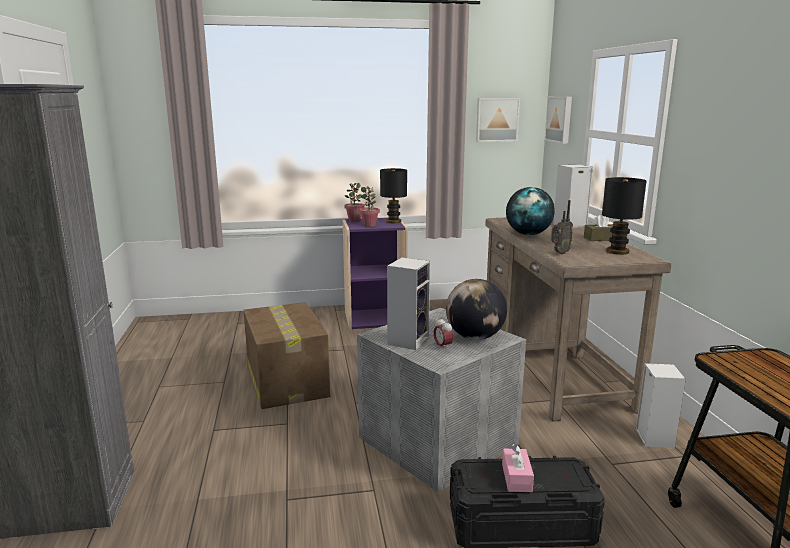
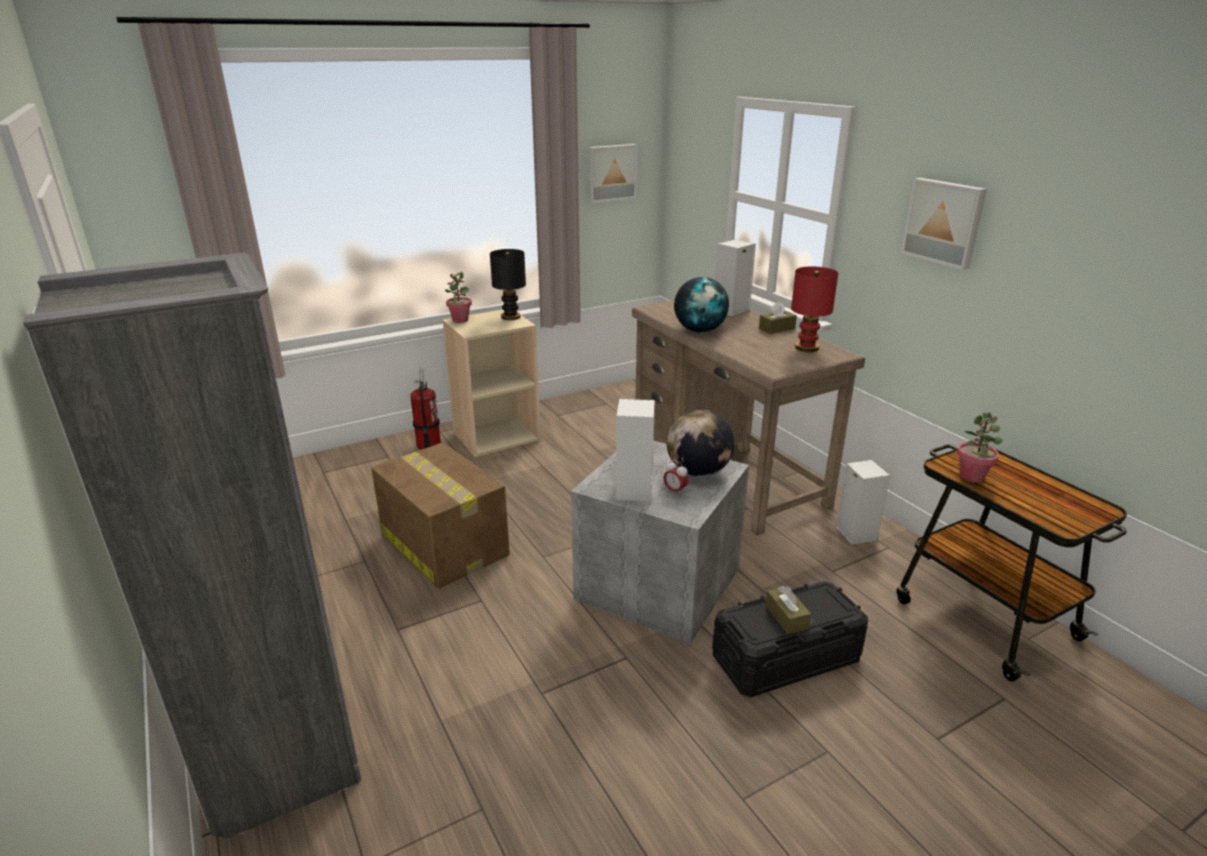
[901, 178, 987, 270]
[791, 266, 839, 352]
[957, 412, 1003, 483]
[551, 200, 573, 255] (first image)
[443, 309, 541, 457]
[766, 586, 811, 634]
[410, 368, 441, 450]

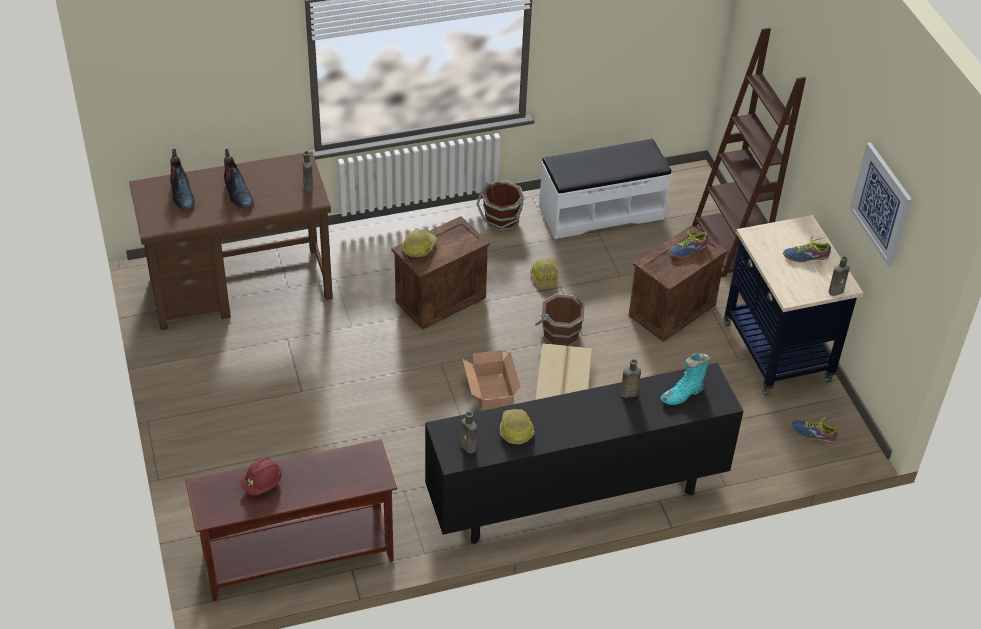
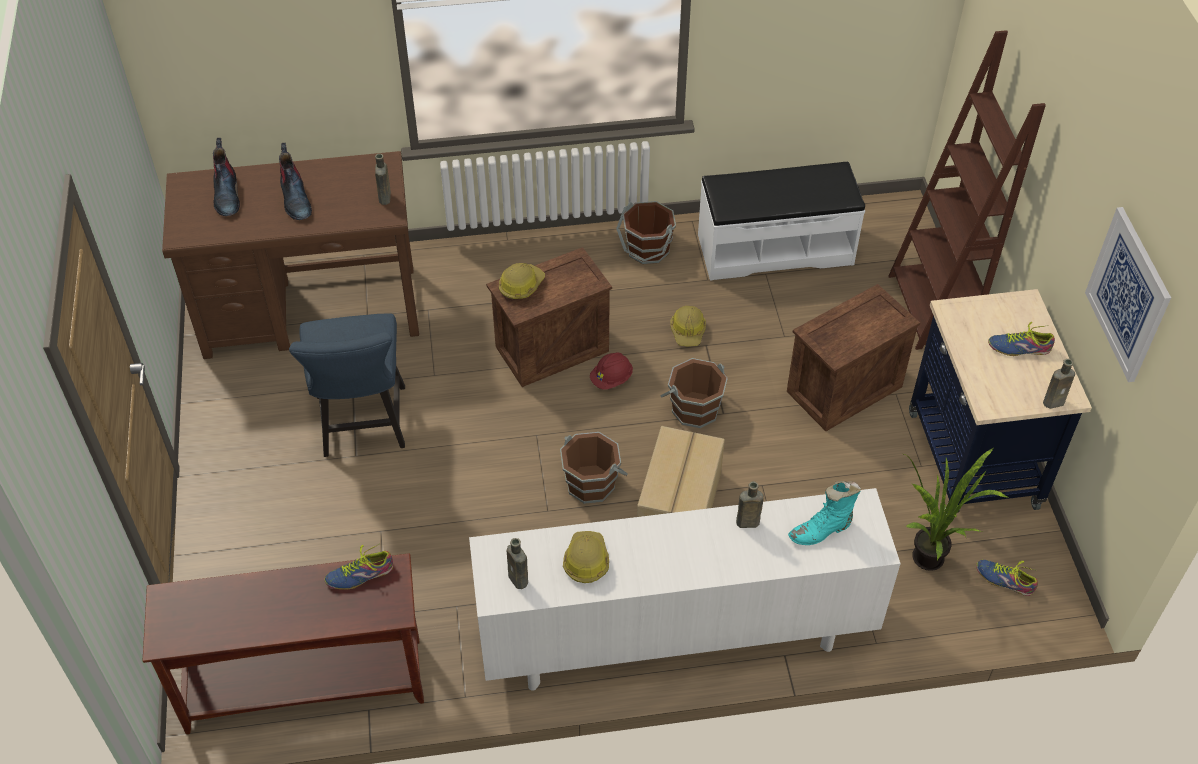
[325, 543, 393, 590]
[560, 432, 628, 504]
[469, 488, 901, 691]
[590, 353, 633, 390]
[289, 313, 405, 457]
[904, 448, 1008, 571]

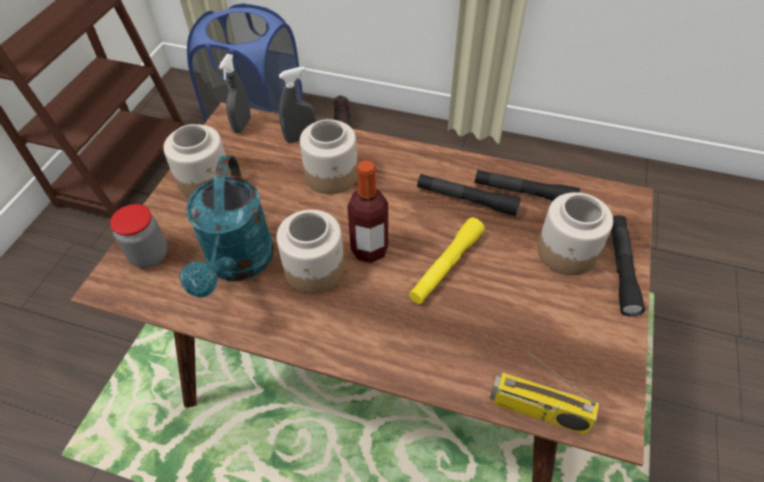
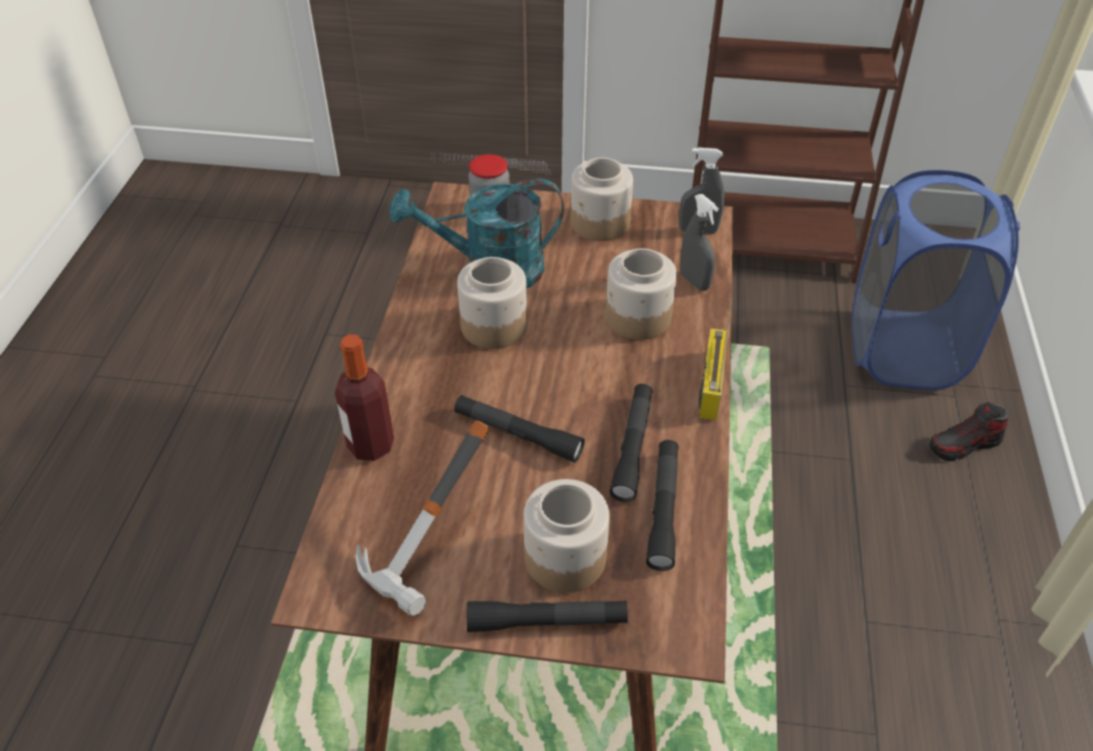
[335, 334, 394, 461]
[454, 395, 585, 463]
[699, 298, 732, 421]
[356, 420, 489, 616]

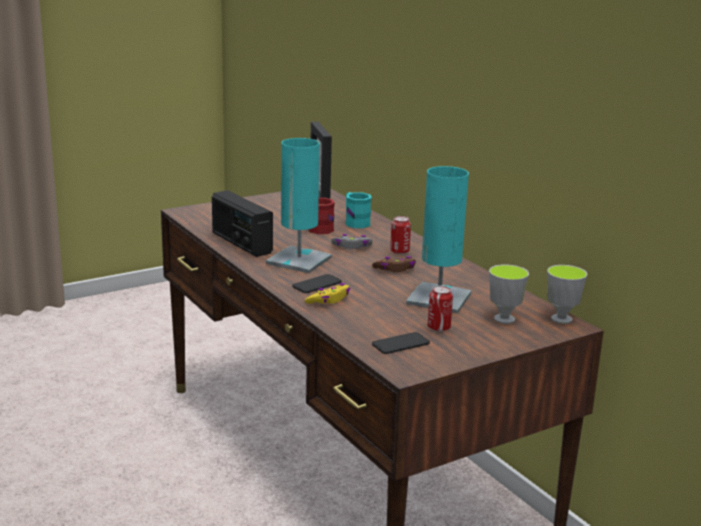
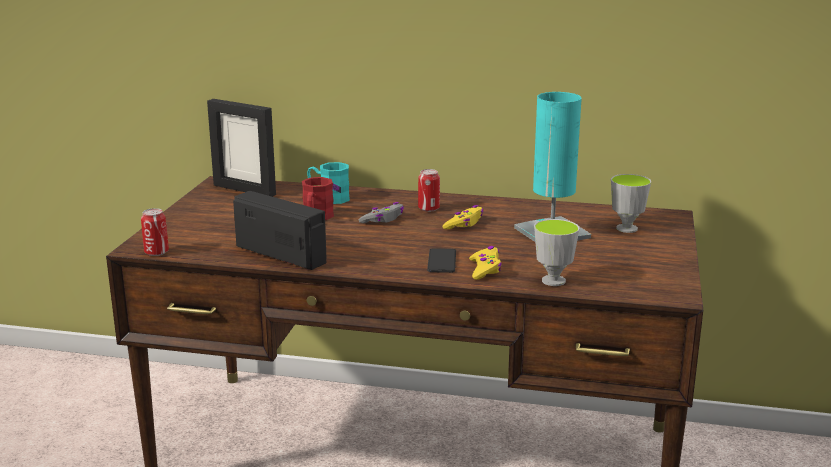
[266, 138, 332, 273] (first image)
[233, 191, 326, 270]
[442, 205, 483, 229]
[534, 219, 580, 286]
[141, 208, 169, 256]
[372, 332, 430, 354] (first image)

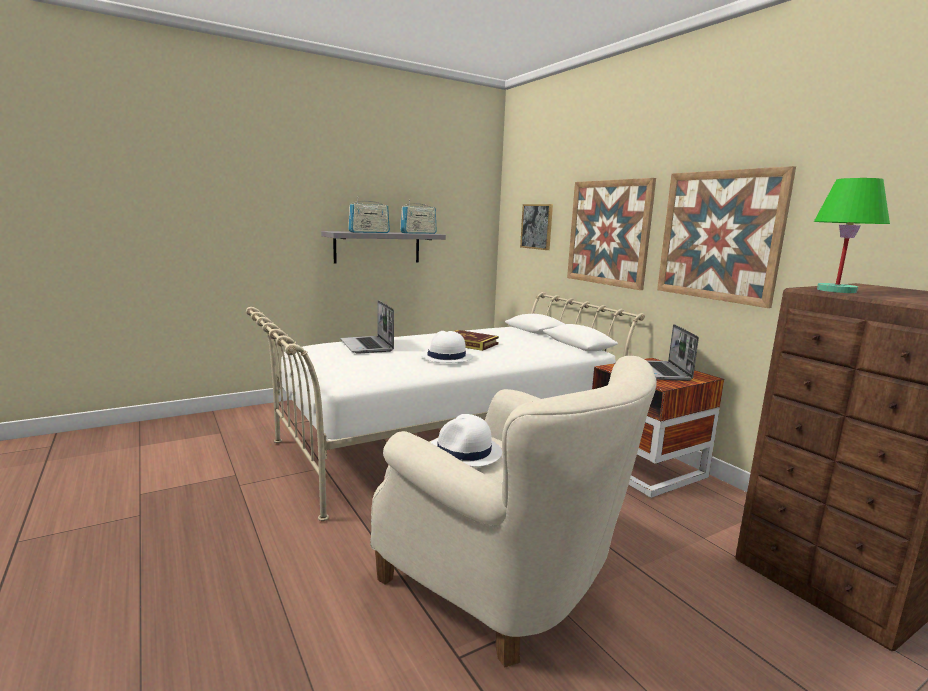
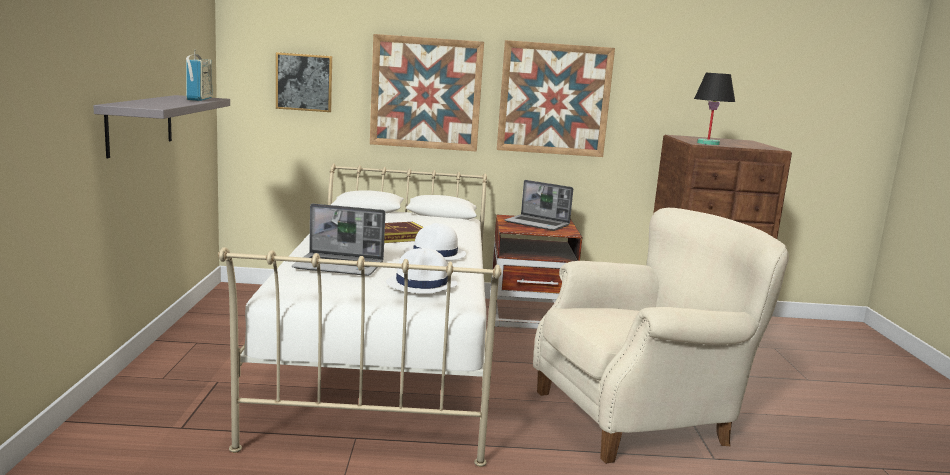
[694, 73, 735, 145]
[348, 197, 390, 233] (first image)
[386, 248, 457, 293]

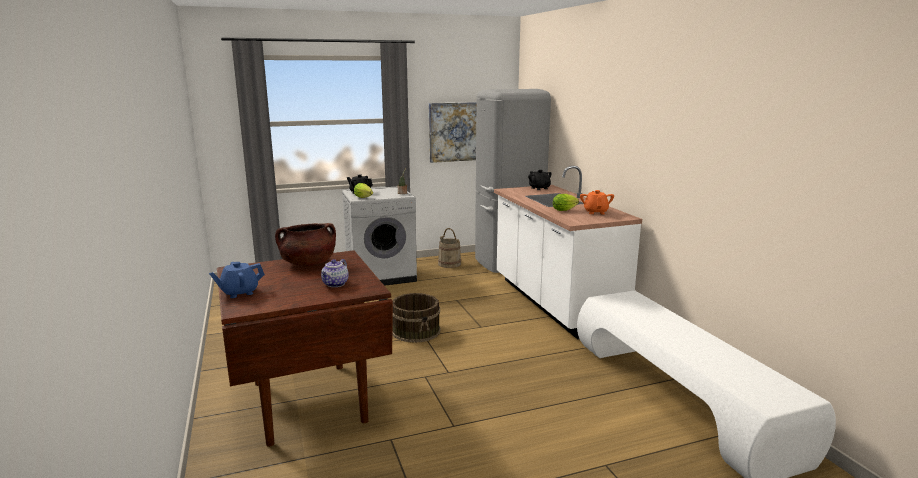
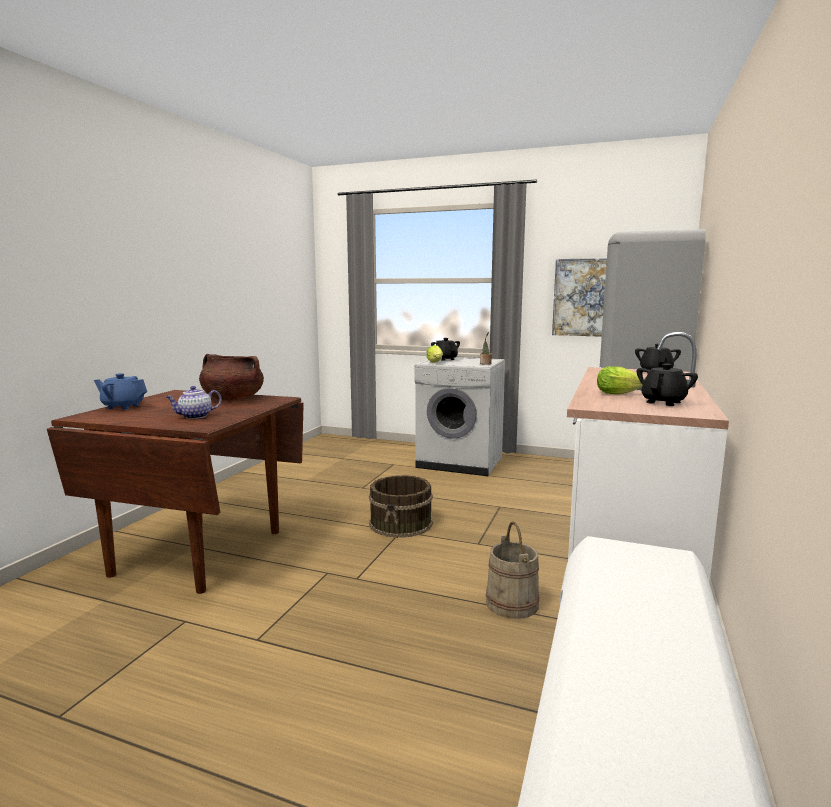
[637, 364, 698, 406]
[486, 521, 540, 619]

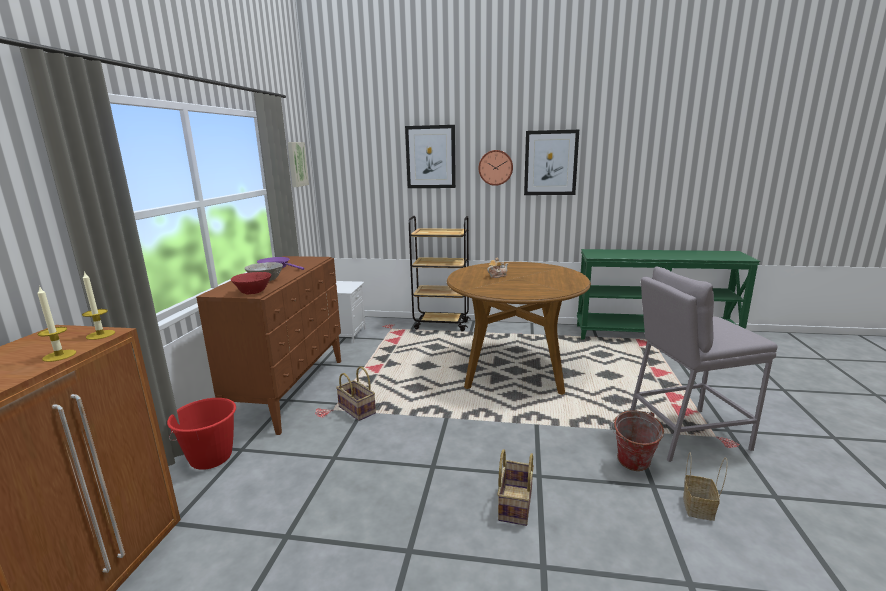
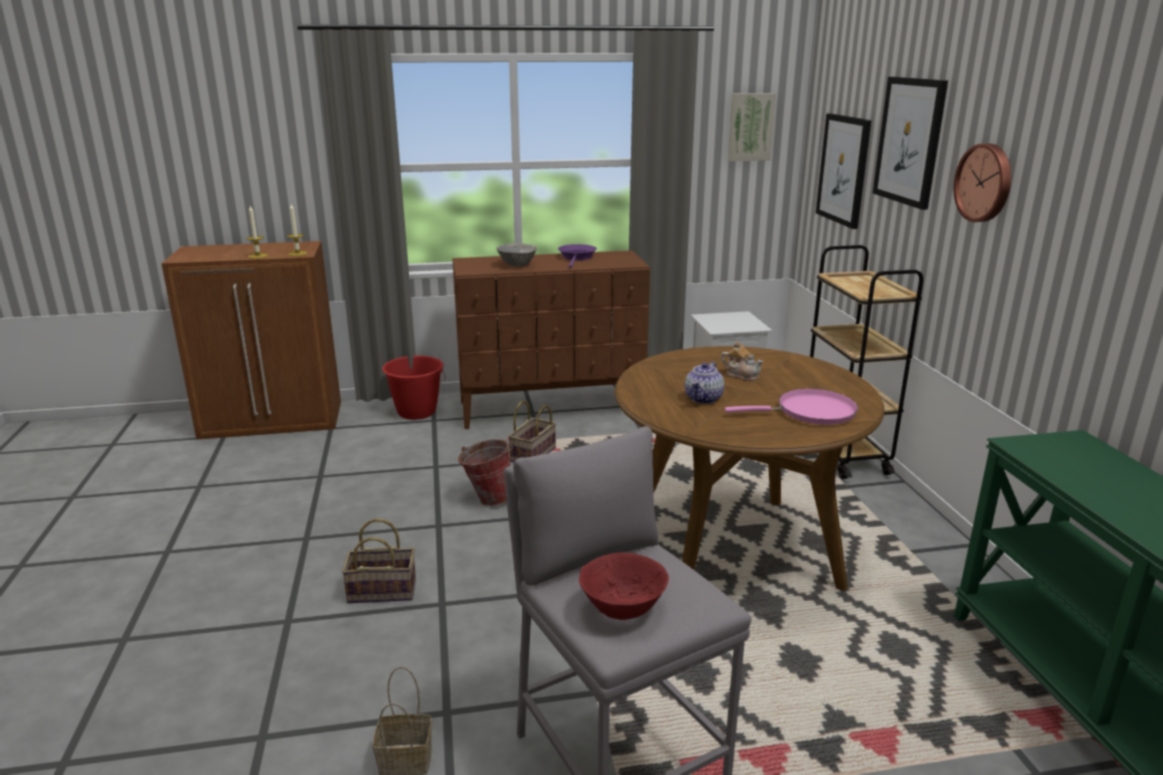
[816, 113, 872, 229]
[579, 552, 669, 620]
[458, 439, 513, 506]
[685, 362, 724, 404]
[725, 389, 858, 425]

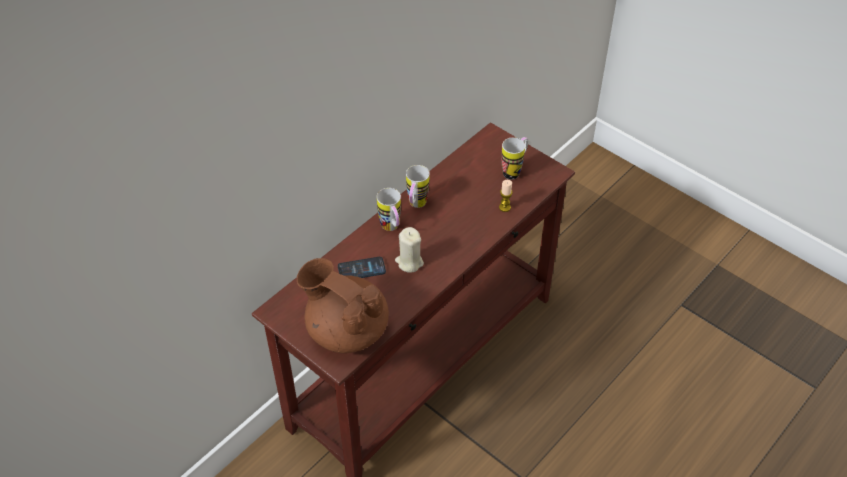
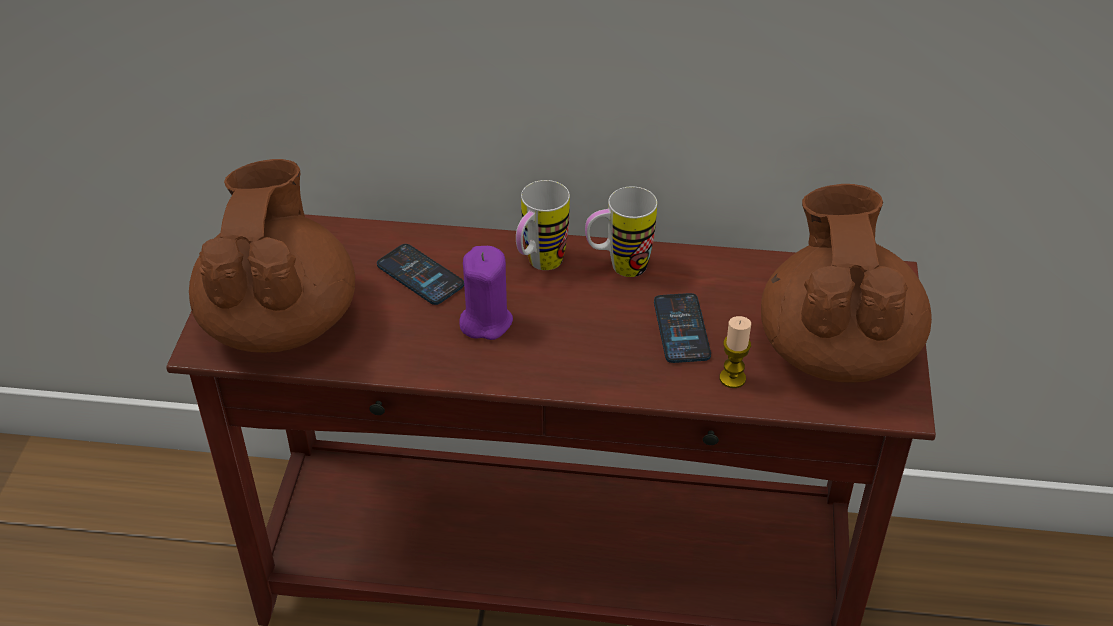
[761, 184, 932, 383]
[459, 246, 513, 340]
[654, 293, 711, 363]

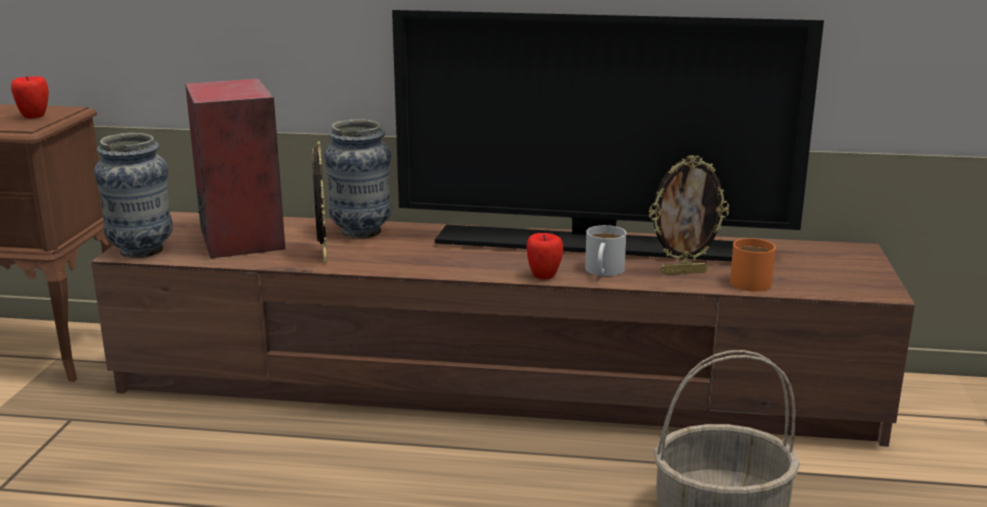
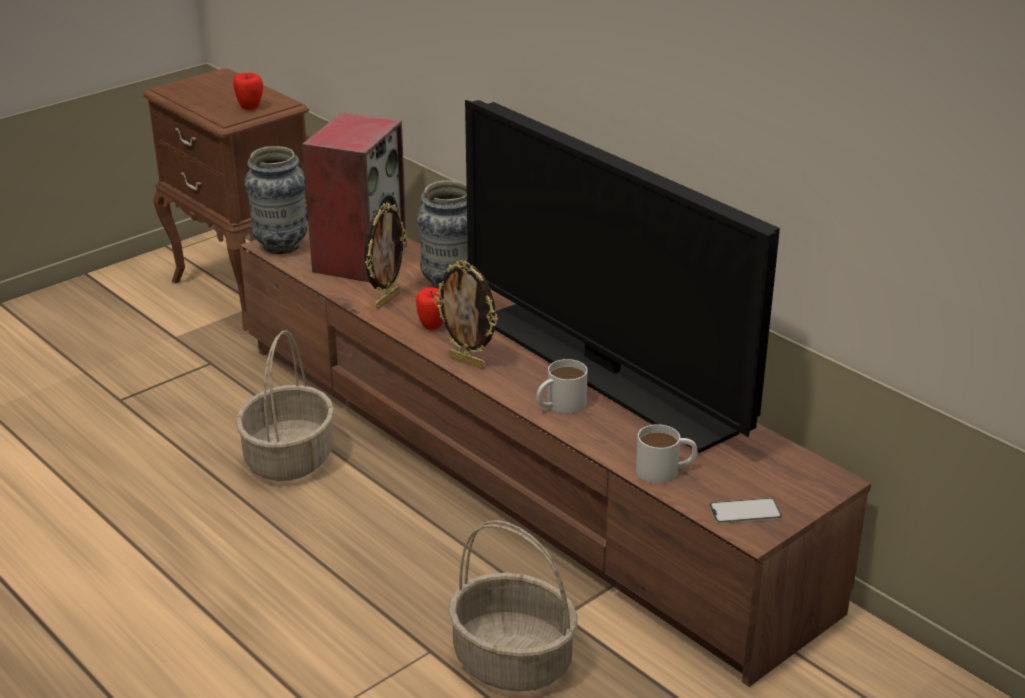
[434, 260, 498, 369]
[416, 287, 443, 330]
[636, 424, 698, 483]
[236, 331, 334, 481]
[709, 498, 782, 524]

